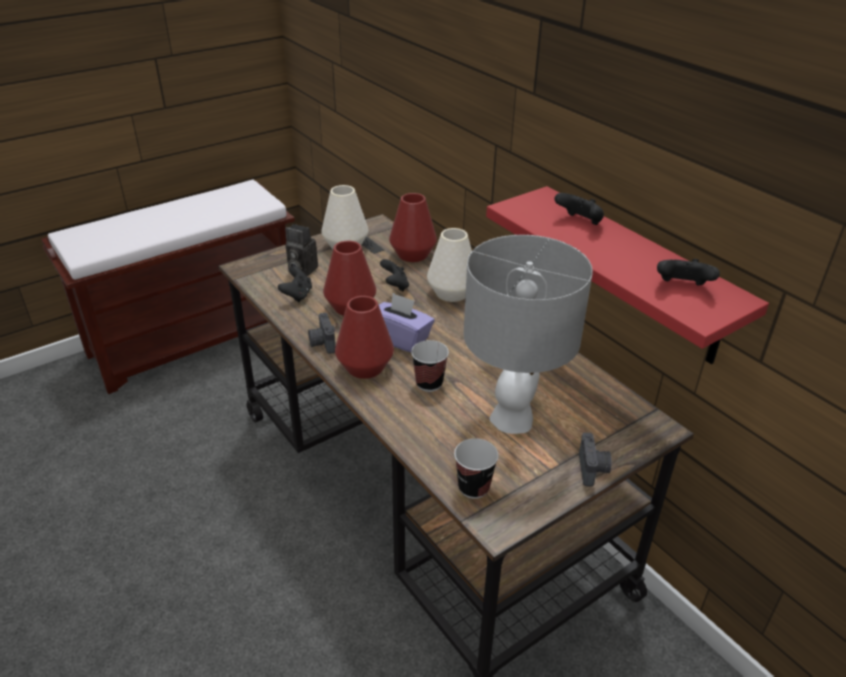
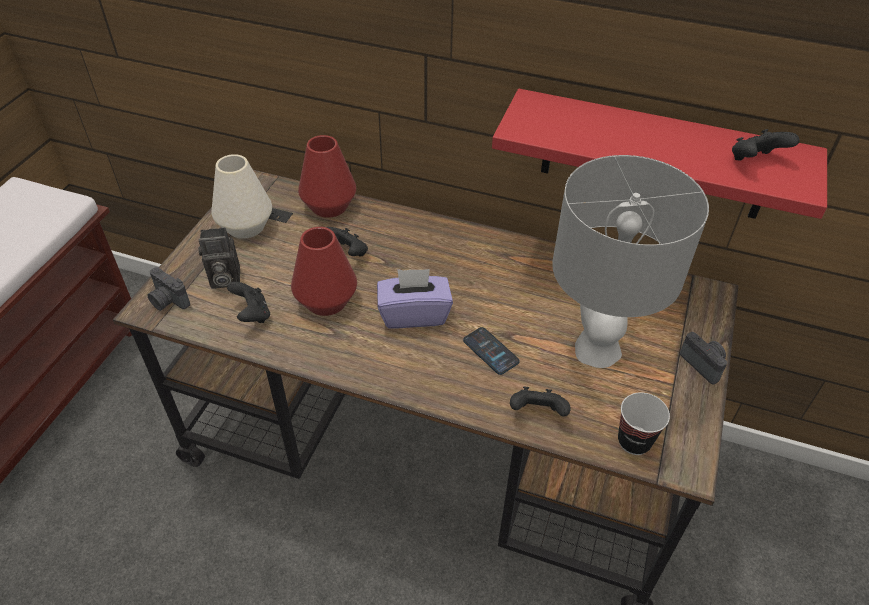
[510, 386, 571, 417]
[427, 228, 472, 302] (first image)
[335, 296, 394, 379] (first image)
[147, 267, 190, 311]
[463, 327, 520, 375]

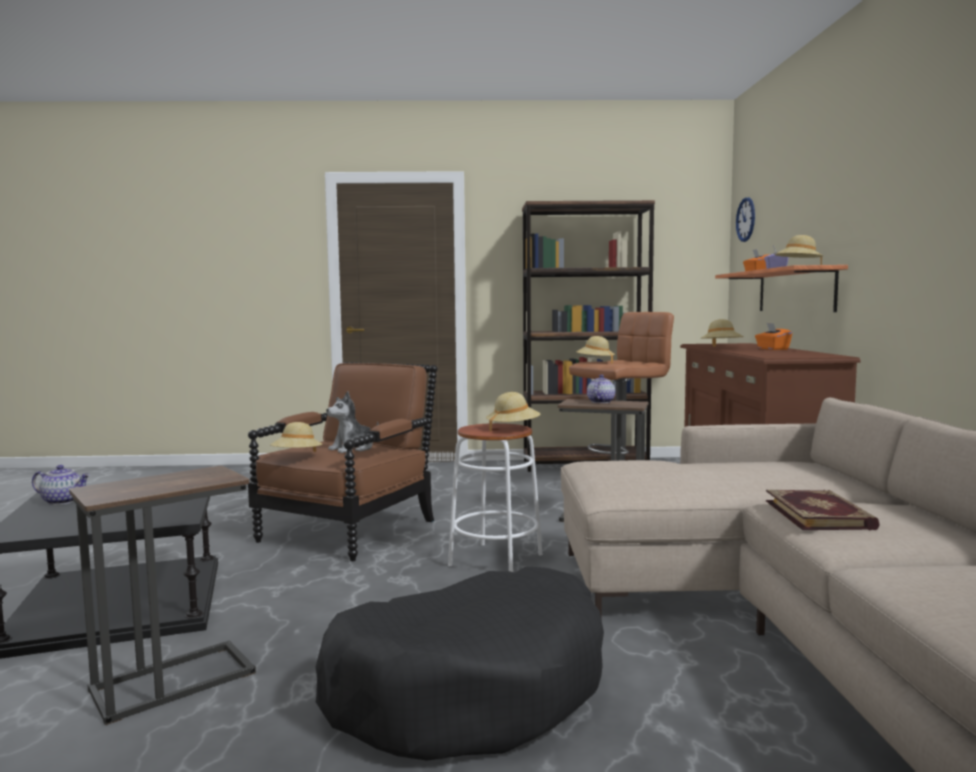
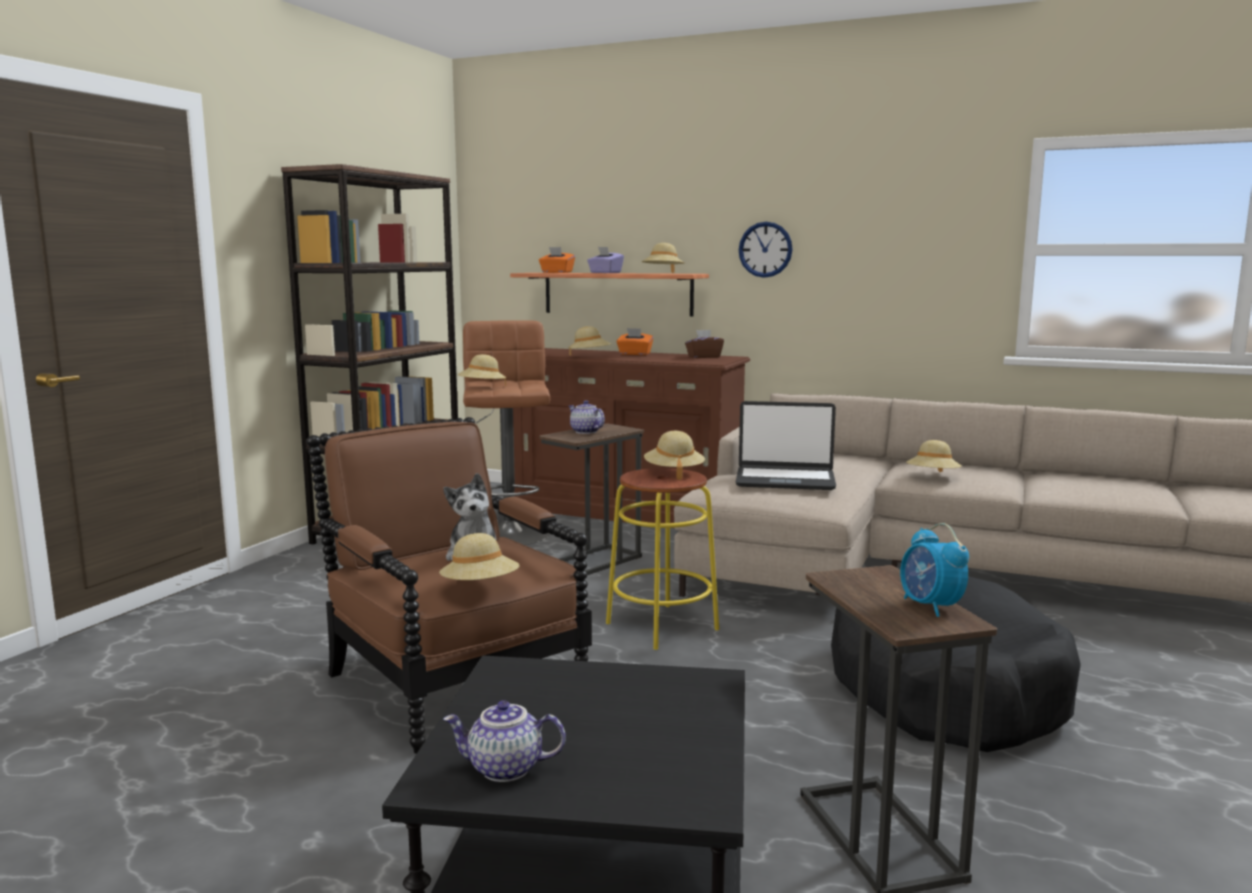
[739, 222, 793, 278]
[606, 468, 719, 650]
[443, 700, 566, 782]
[906, 440, 962, 472]
[685, 330, 724, 358]
[736, 401, 836, 490]
[900, 523, 969, 617]

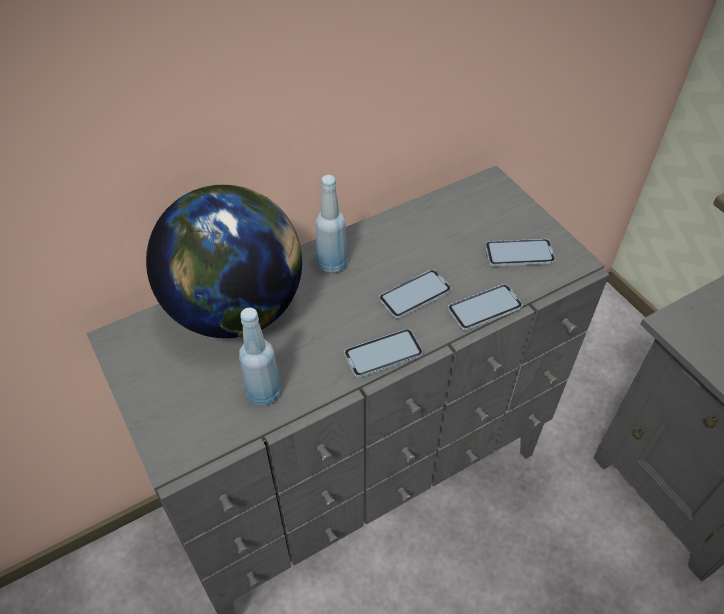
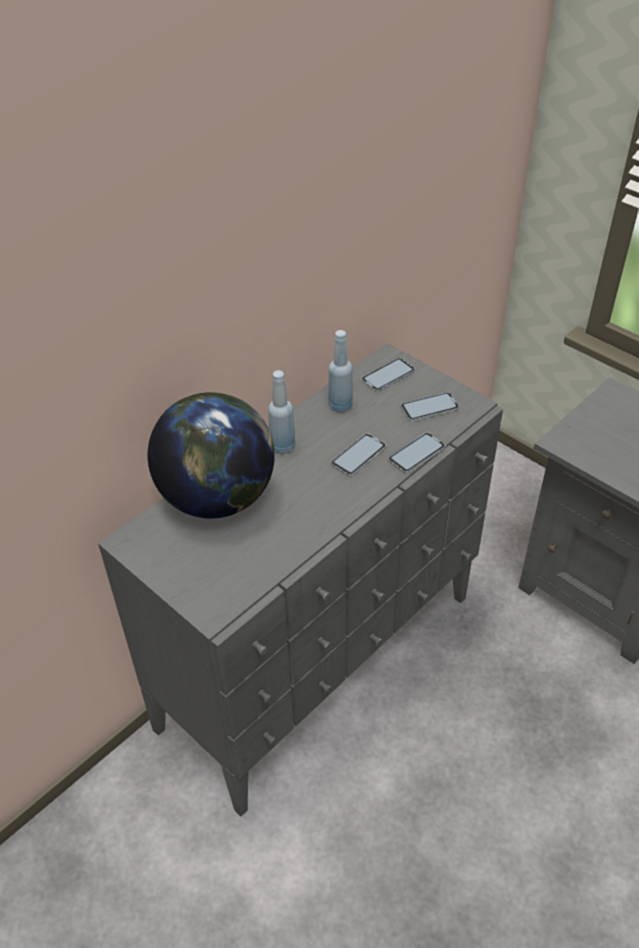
[328, 330, 353, 412]
[361, 358, 415, 392]

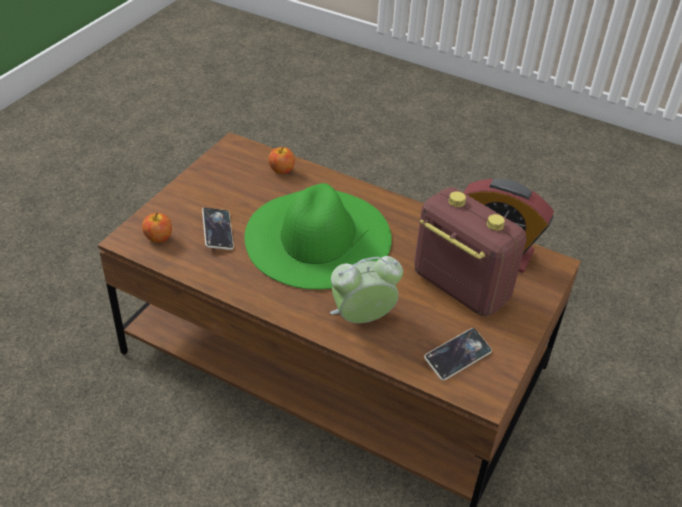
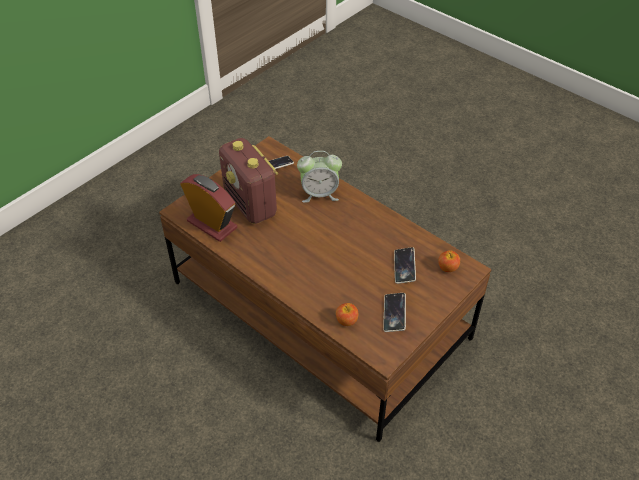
[244, 183, 392, 289] (first image)
[383, 293, 406, 332]

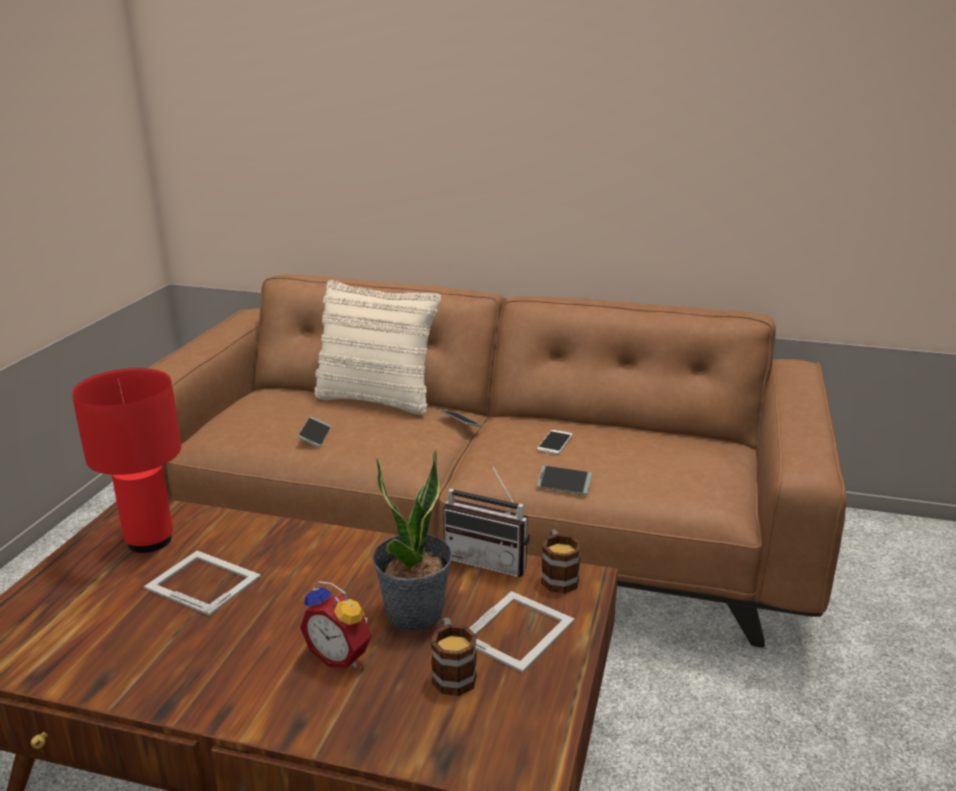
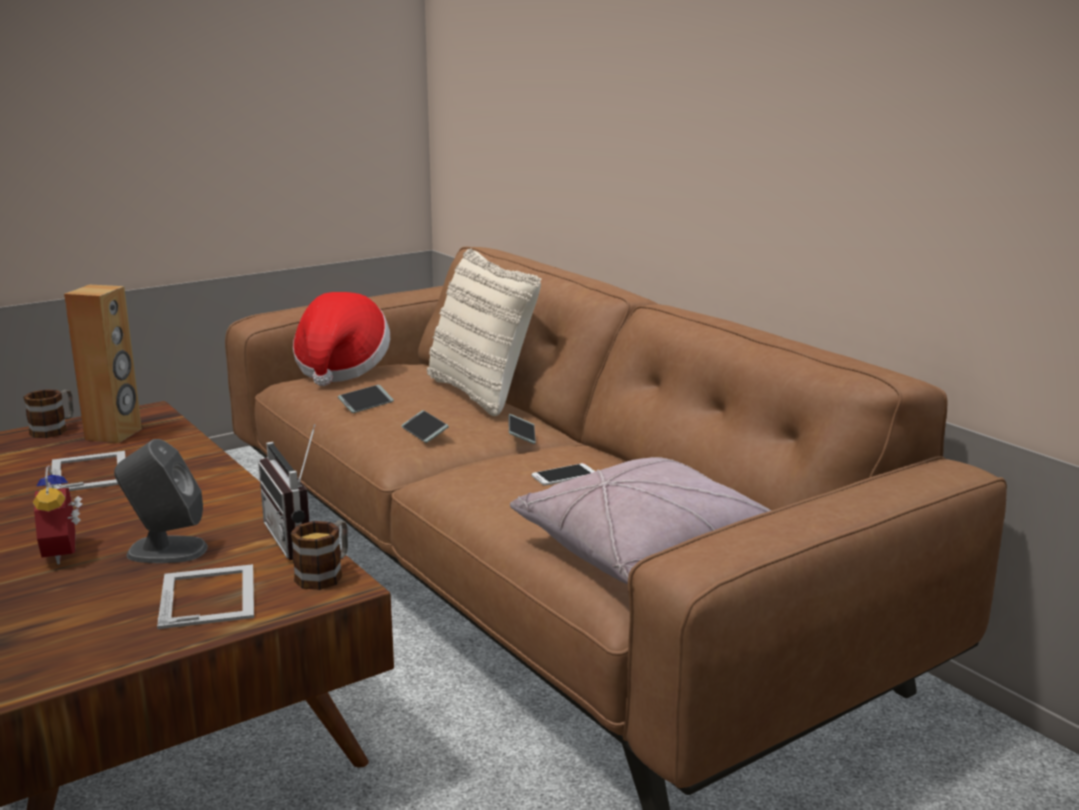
[64, 285, 142, 443]
[114, 439, 208, 563]
[401, 410, 449, 443]
[157, 564, 254, 629]
[23, 389, 74, 438]
[293, 292, 390, 386]
[510, 457, 772, 584]

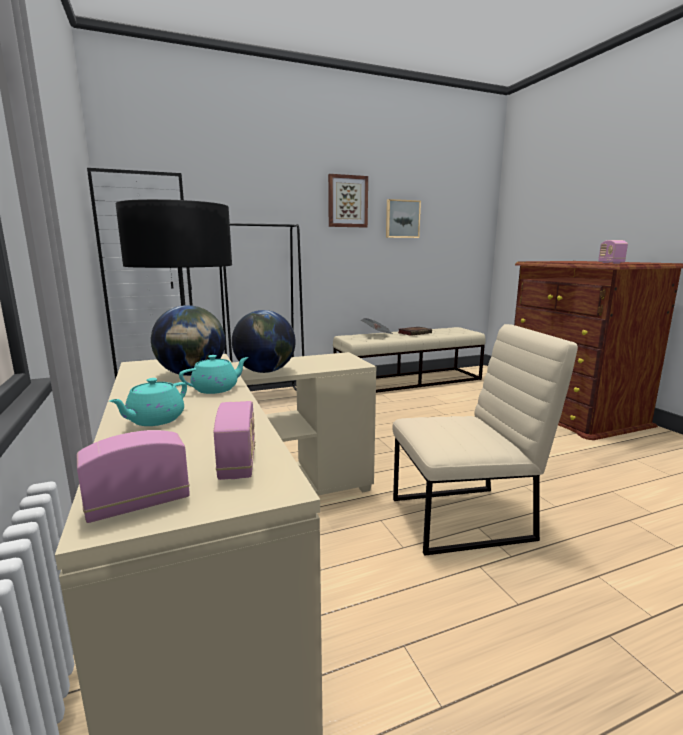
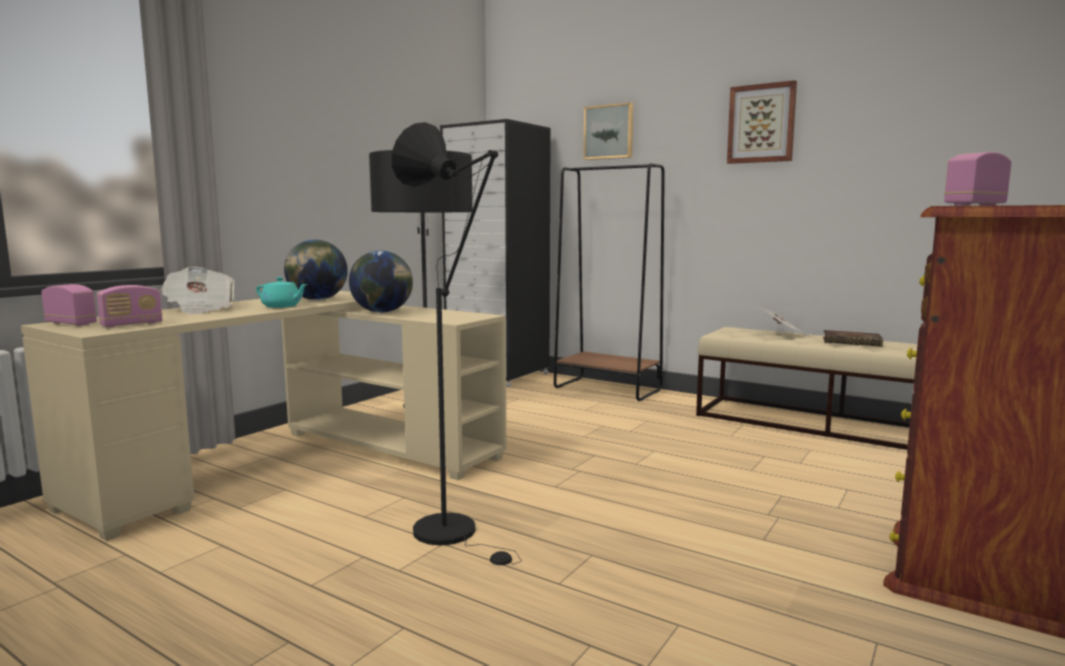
[583, 102, 633, 160]
[392, 122, 522, 565]
[160, 267, 235, 314]

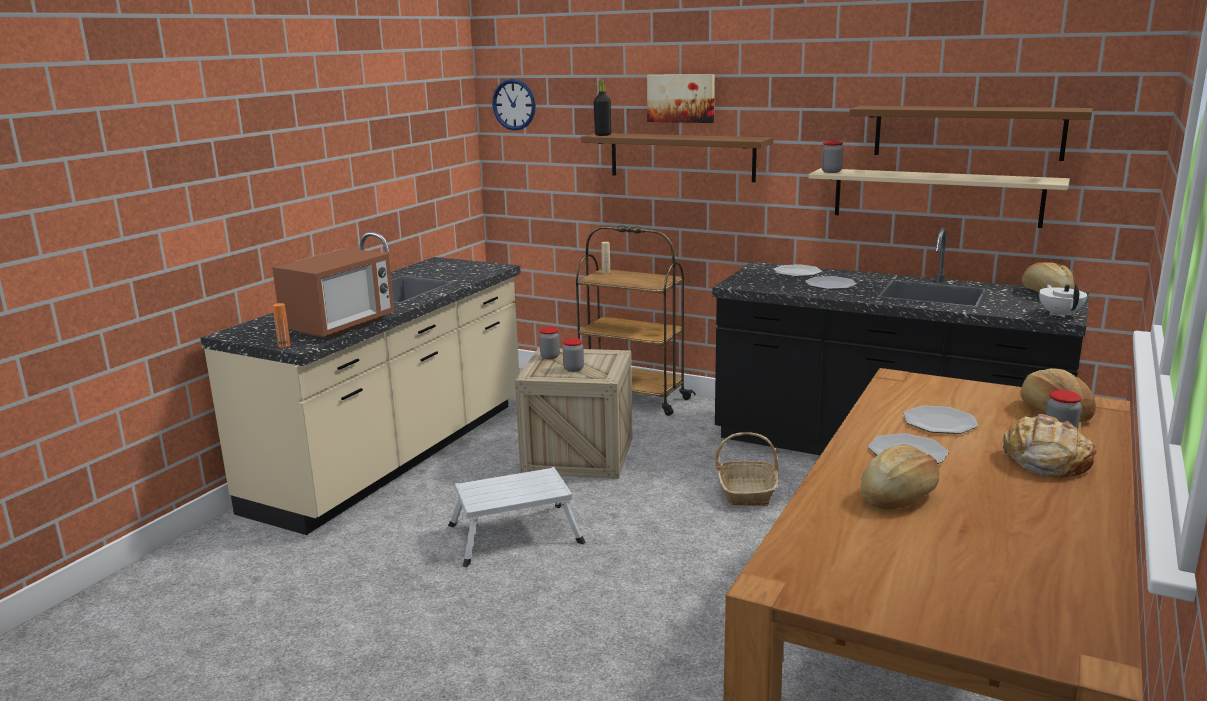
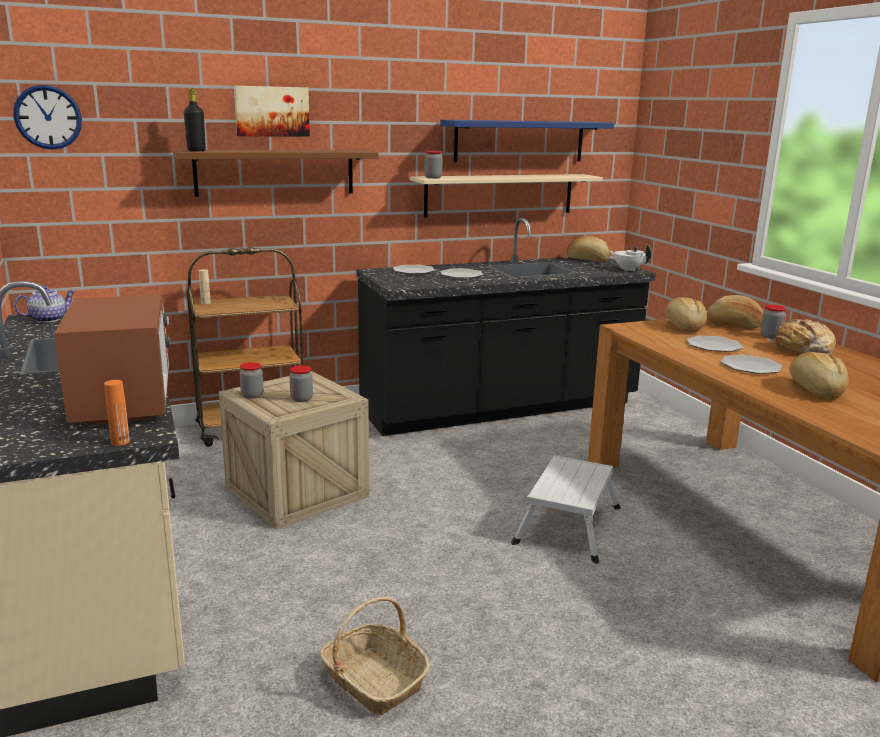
[440, 120, 614, 162]
[320, 597, 431, 715]
[511, 455, 621, 564]
[14, 286, 76, 322]
[665, 297, 707, 333]

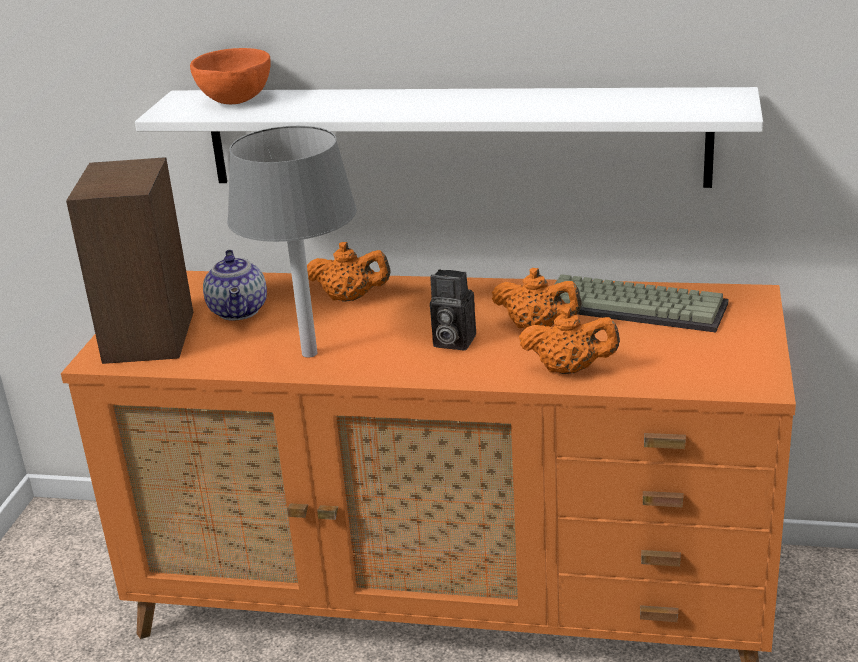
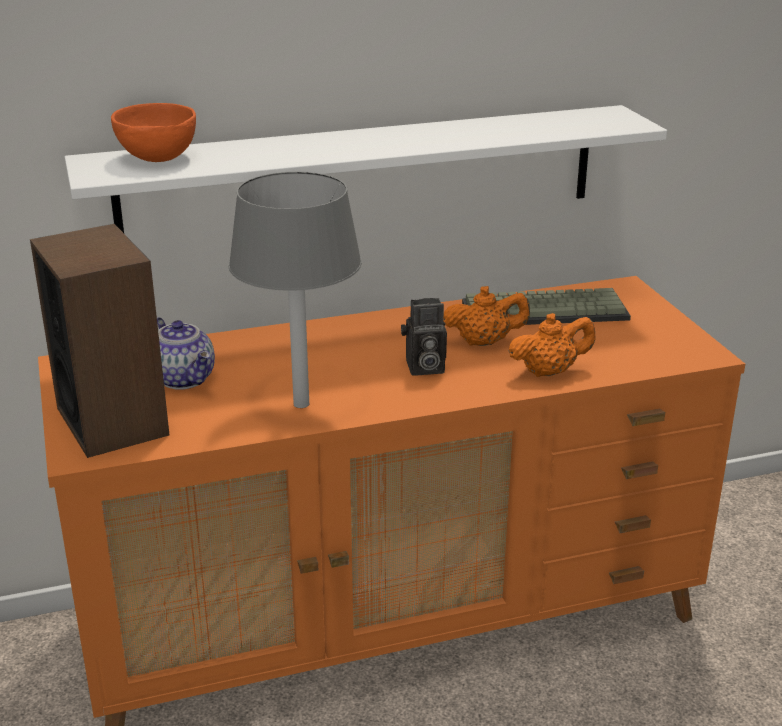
[307, 242, 391, 302] (first image)

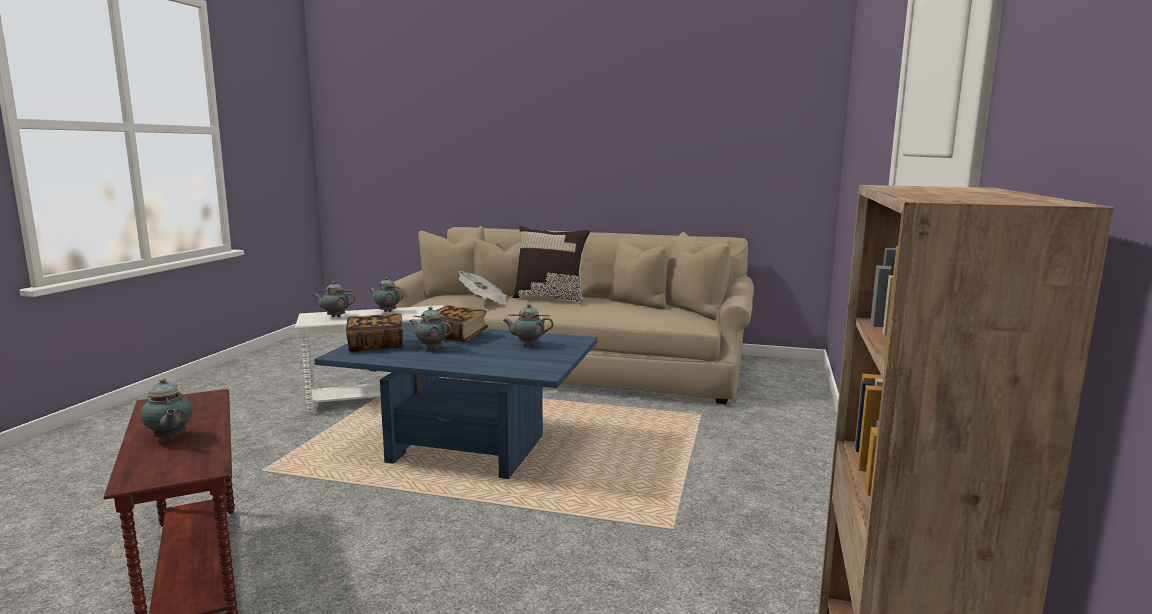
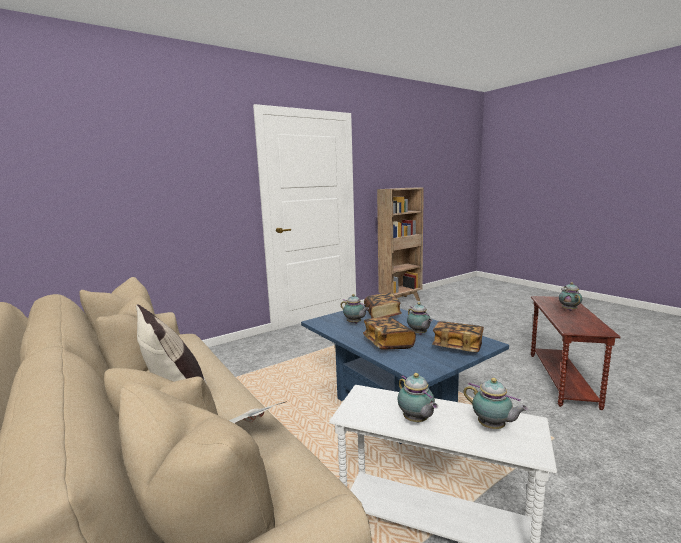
[364, 293, 402, 319]

